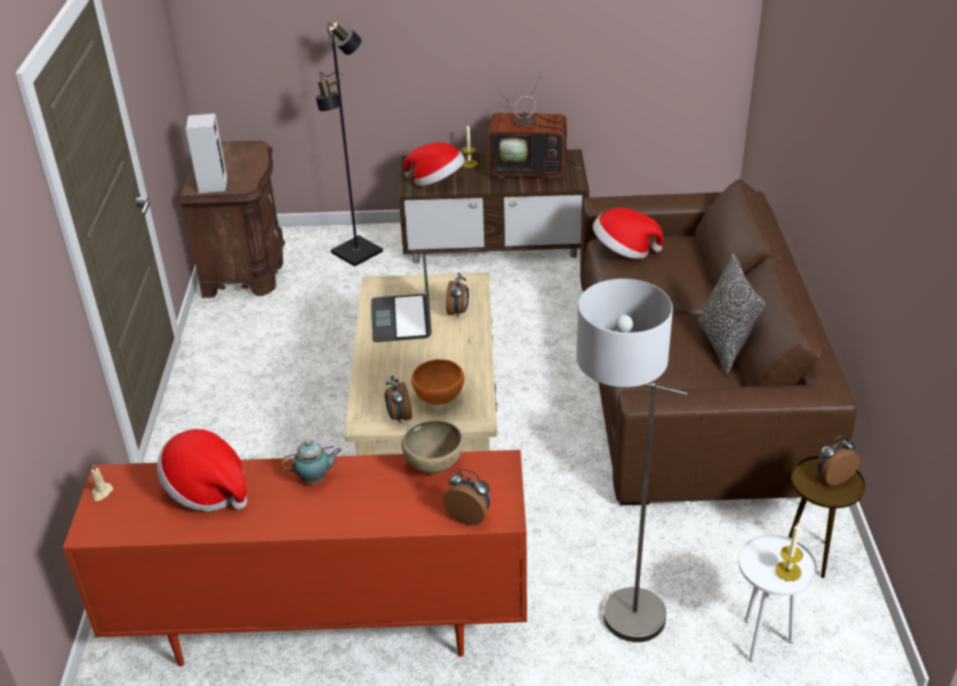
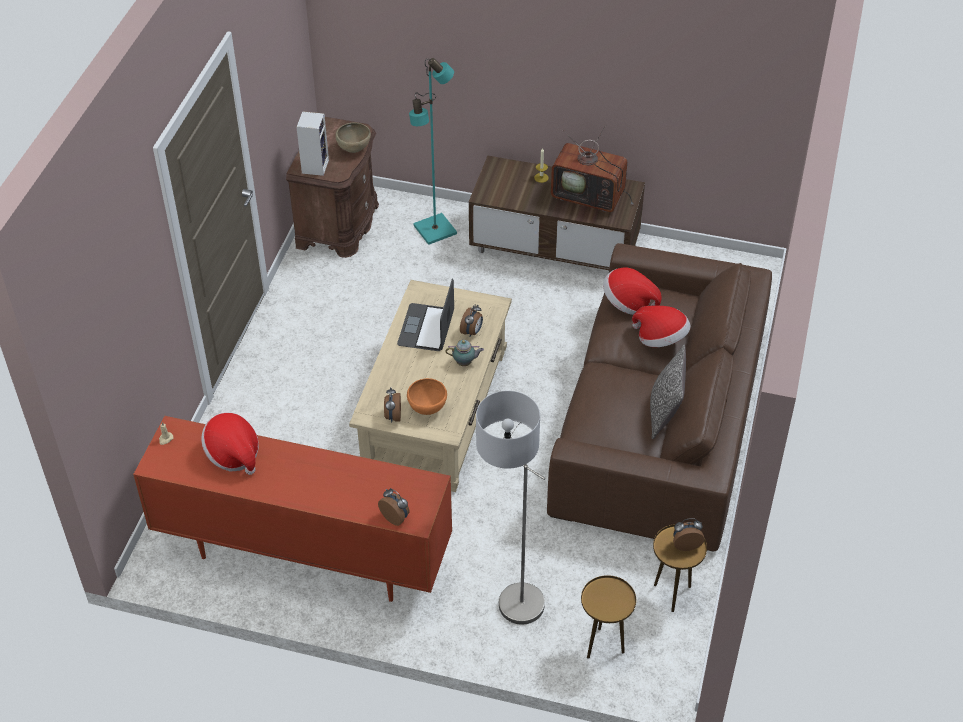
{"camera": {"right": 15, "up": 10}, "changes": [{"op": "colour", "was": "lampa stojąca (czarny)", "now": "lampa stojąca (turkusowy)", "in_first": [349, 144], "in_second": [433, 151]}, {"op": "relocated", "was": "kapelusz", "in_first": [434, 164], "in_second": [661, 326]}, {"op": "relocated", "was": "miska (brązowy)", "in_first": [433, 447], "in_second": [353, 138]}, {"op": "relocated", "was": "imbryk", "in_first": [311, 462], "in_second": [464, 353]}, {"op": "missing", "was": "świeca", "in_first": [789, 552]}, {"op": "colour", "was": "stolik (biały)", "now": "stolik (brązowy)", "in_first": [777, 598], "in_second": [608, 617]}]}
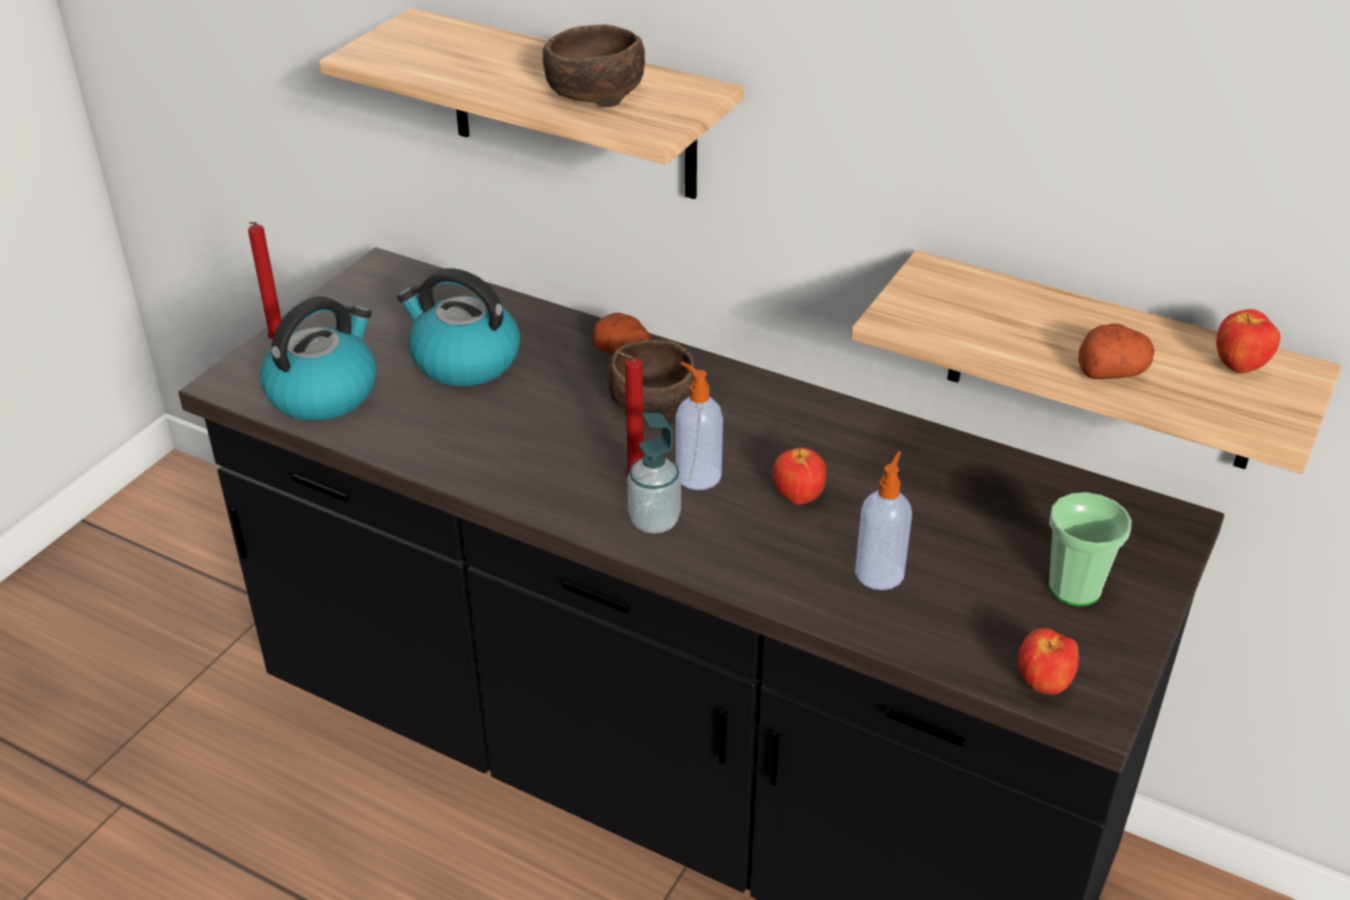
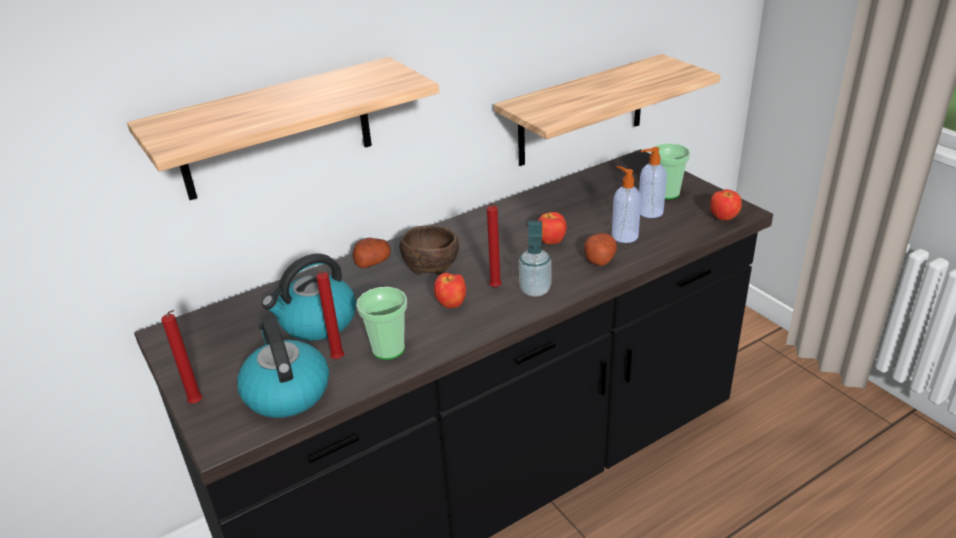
{"camera": {"right": -60, "up": -5}, "changes": [{"op": "missing", "was": "miska (brązowy)", "in_first": [594, 65]}, {"op": "relocated", "was": "jabłko", "in_first": [1248, 341], "in_second": [450, 290]}, {"op": "relocated", "was": "ziemniak", "in_first": [1116, 351], "in_second": [600, 249]}, {"op": "relocated", "was": "dozownik mydła", "in_first": [699, 426], "in_second": [653, 182]}, {"op": "appeared", "now": "świeca (czerwony)", "in_second": [330, 315]}, {"op": "appeared", "now": "filiżanka", "in_second": [381, 323]}]}
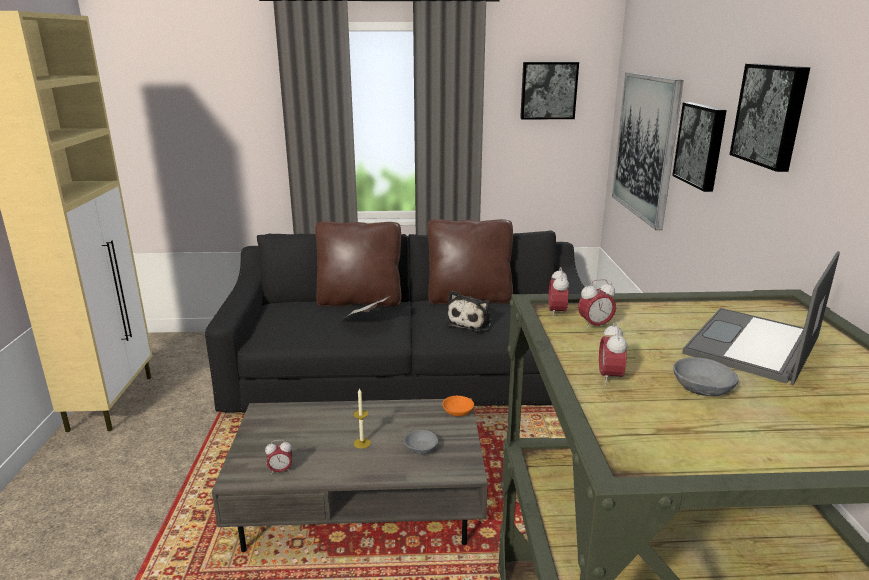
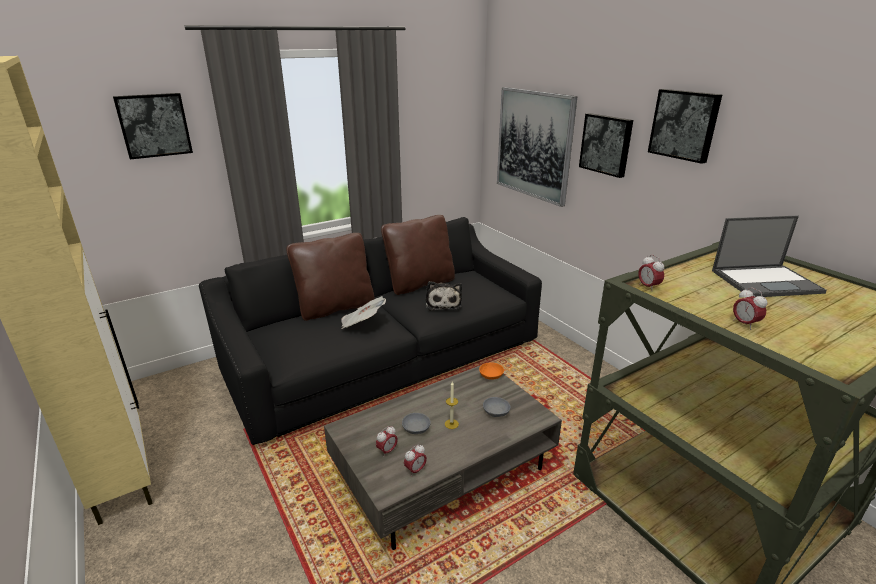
{"camera": {"right": -30, "up": 5}, "changes": [{"op": "relocated", "was": "obraz", "in_first": [549, 91], "in_second": [153, 126]}, {"op": "spun", "was": "laptop", "in_first": [761, 318], "in_second": [769, 256], "clockwise": -105}, {"op": "relocated", "was": "budzik", "in_first": [597, 304], "in_second": [387, 441]}, {"op": "relocated", "was": "miska (szary)", "in_first": [706, 376], "in_second": [416, 423]}]}
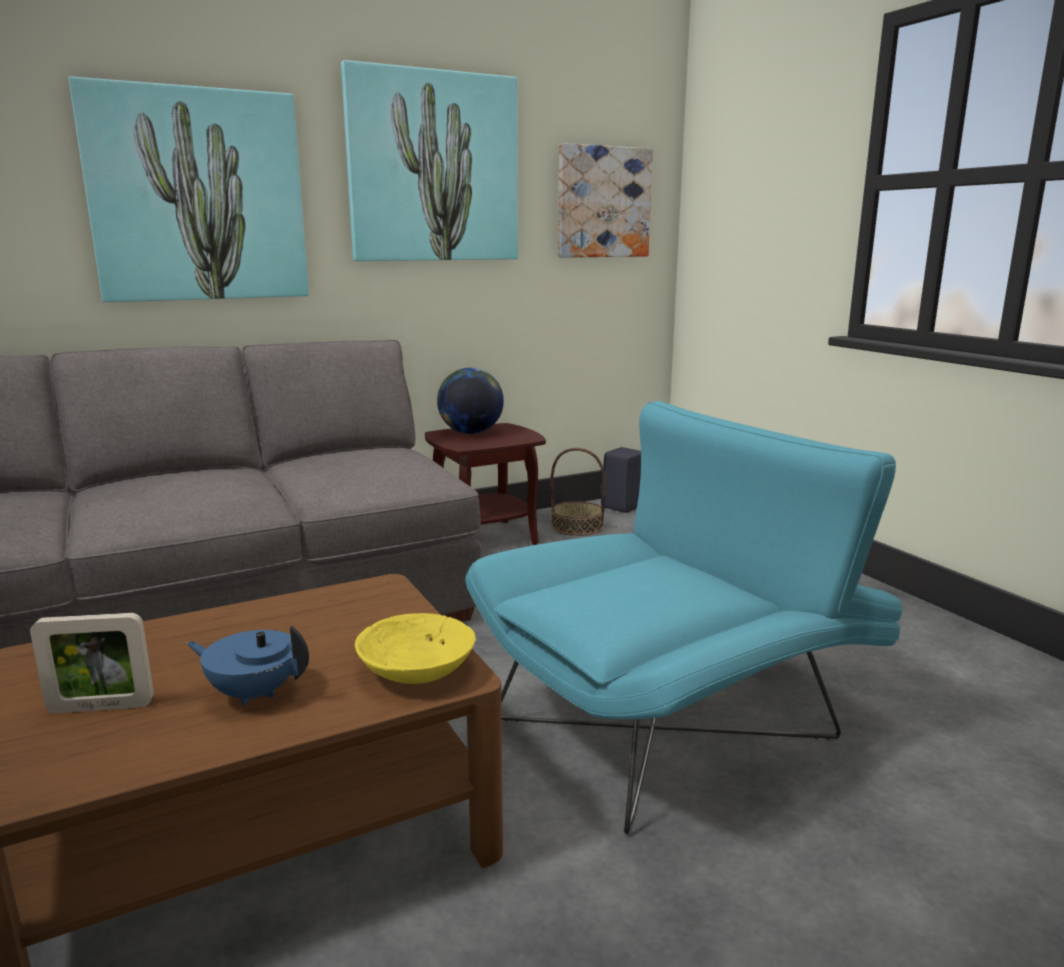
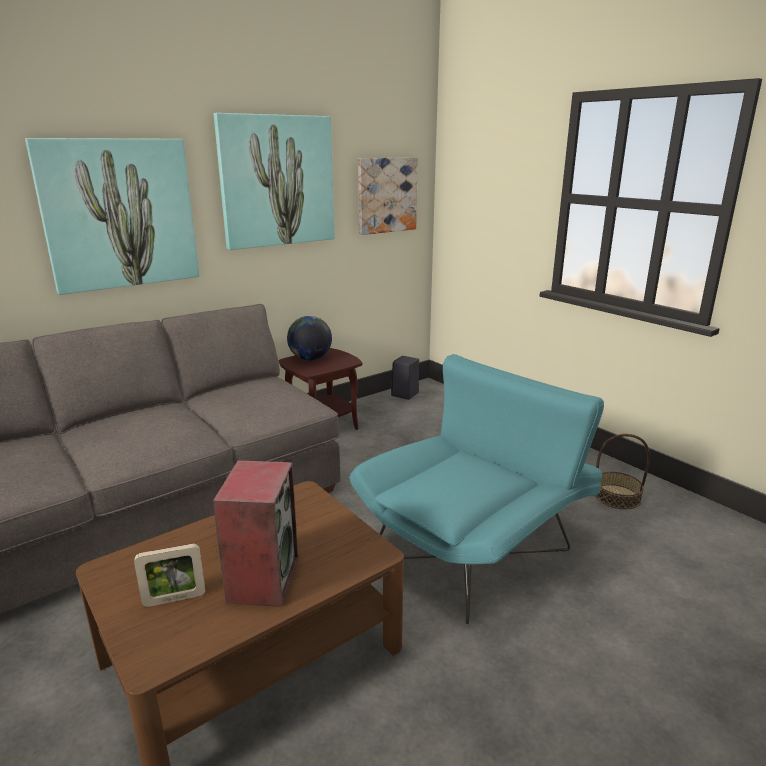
{"camera": {"right": -10, "up": 5}, "changes": [{"op": "relocated", "was": "koszyk", "in_first": [578, 492], "in_second": [622, 471]}, {"op": "missing", "was": "miska (żółty)", "in_first": [415, 648]}, {"op": "exchanged", "was": "imbryk (niebieski)", "now": "głośnik", "in_first": [248, 665], "in_second": [255, 533]}]}
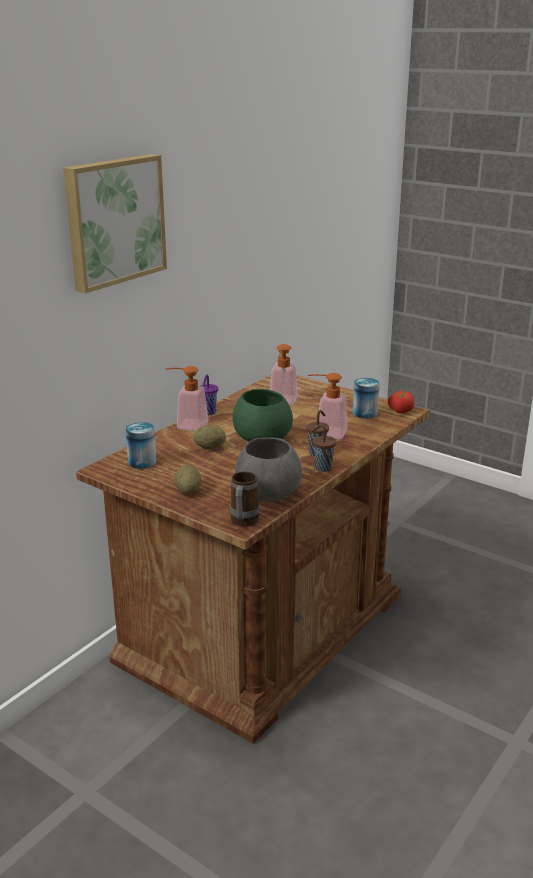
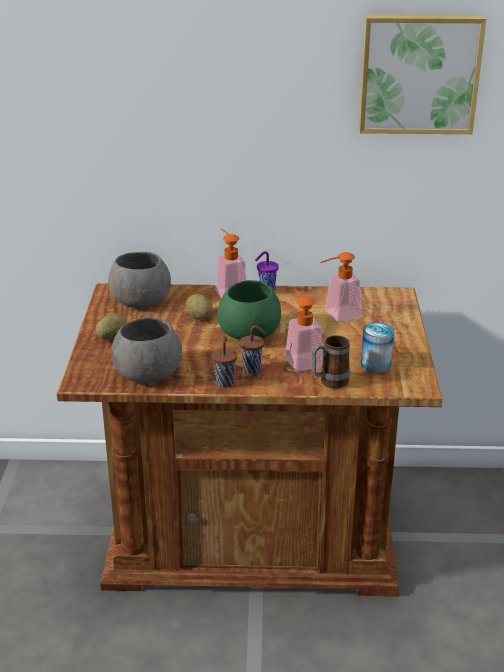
{"camera": {"right": 55, "up": 5}, "changes": [{"op": "relocated", "was": "obraz", "in_first": [115, 223], "in_second": [422, 74]}, {"op": "missing", "was": "pomidor", "in_first": [401, 402]}, {"op": "exchanged", "was": "puszka", "now": "miska (szary)", "in_first": [140, 445], "in_second": [139, 280]}, {"op": "relocated", "was": "kubek", "in_first": [244, 498], "in_second": [331, 362]}]}
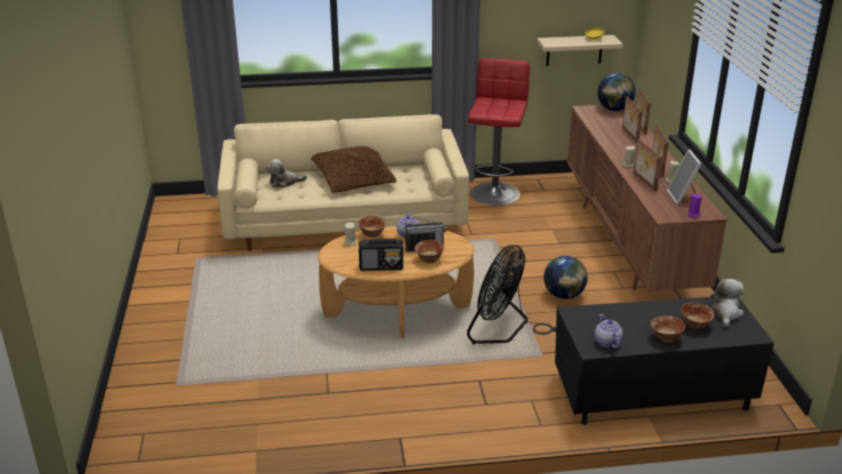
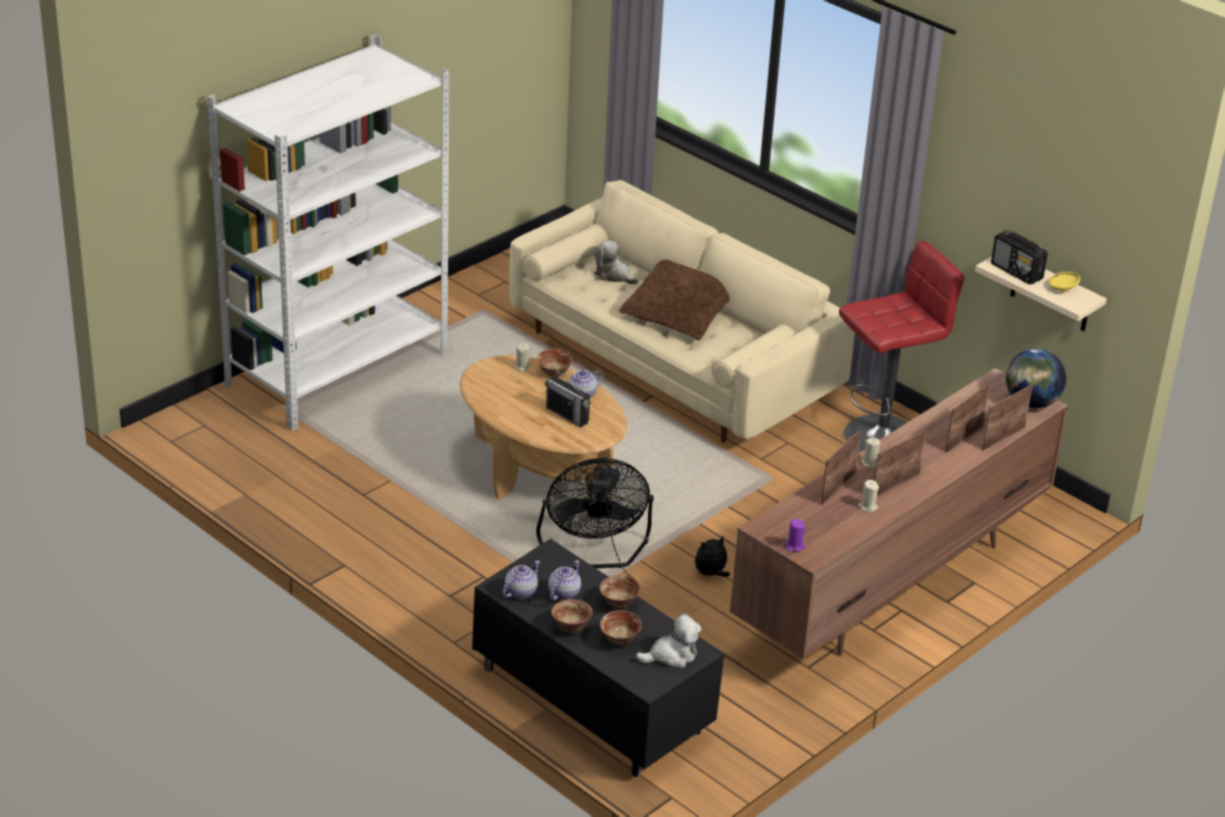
{"camera": {"right": 50, "up": 5}, "changes": [{"op": "missing", "was": "ramka na zdjęcie", "in_first": [684, 177]}, {"op": "relocated", "was": "radio", "in_first": [381, 254], "in_second": [1019, 257]}, {"op": "relocated", "was": "miska", "in_first": [429, 251], "in_second": [619, 592]}, {"op": "exchanged", "was": "globus", "now": "pluszak", "in_first": [566, 277], "in_second": [712, 556]}, {"op": "appeared", "now": "regał (biały)", "in_second": [328, 232]}, {"op": "appeared", "now": "imbryk", "in_second": [564, 580]}]}
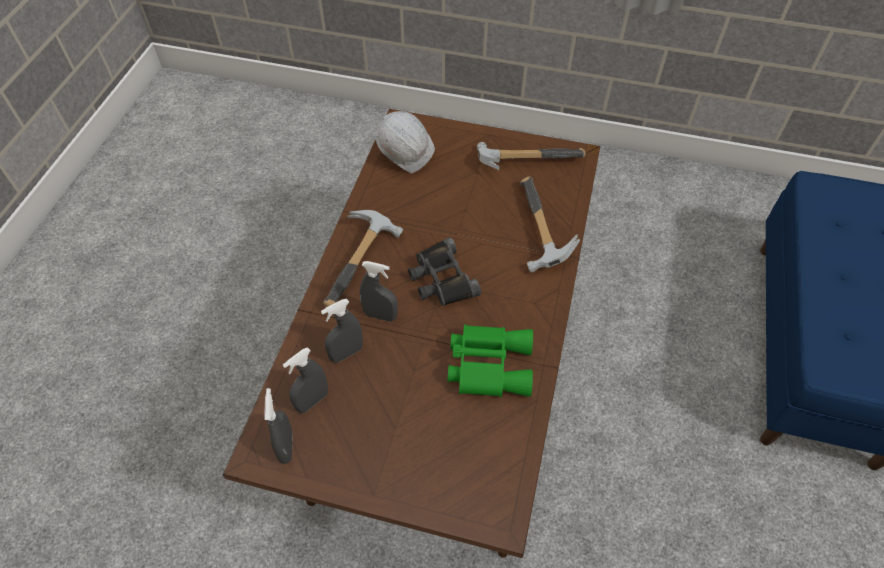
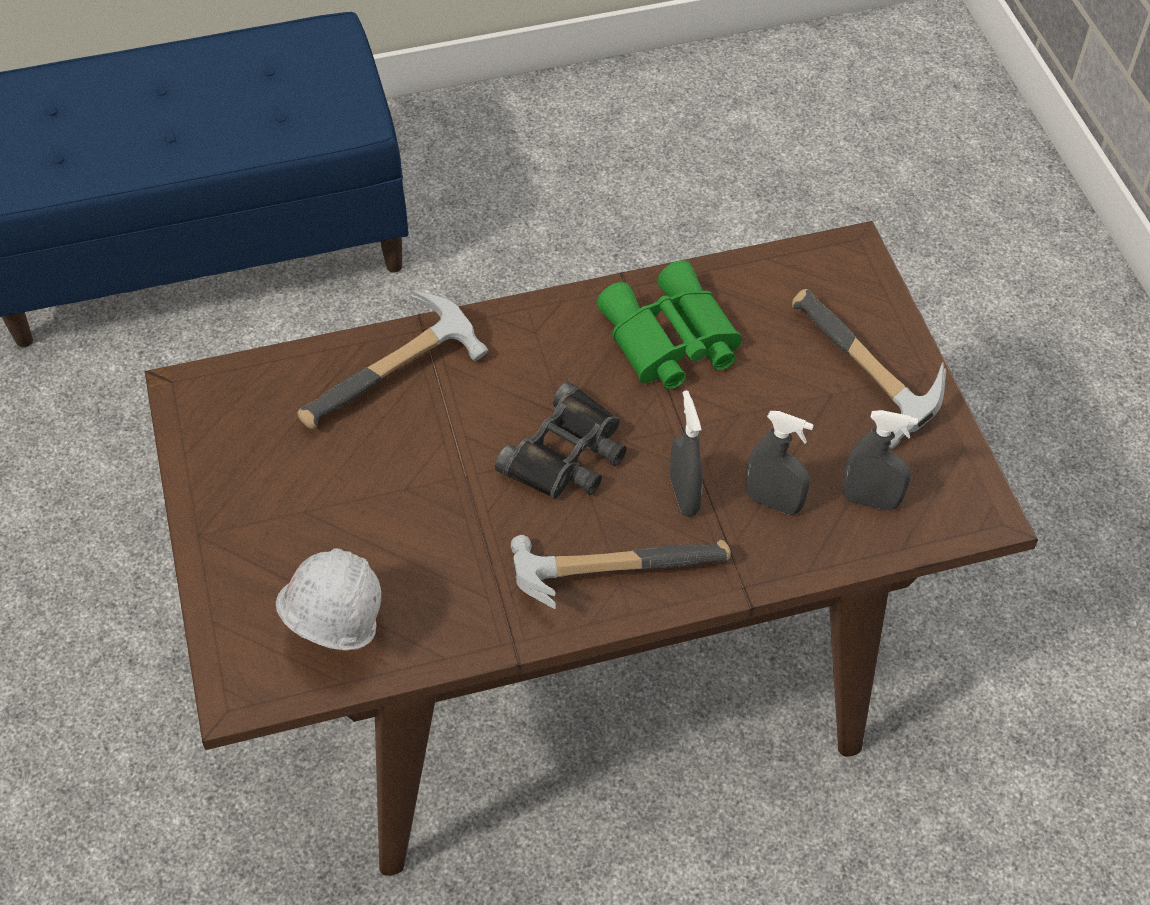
{"camera": {"right": -120, "up": 0}, "changes": [{"op": "relocated", "was": "młotek", "in_first": [531, 156], "in_second": [869, 369]}, {"op": "missing", "was": "spryskiwacz (szary)", "in_first": [278, 426]}]}
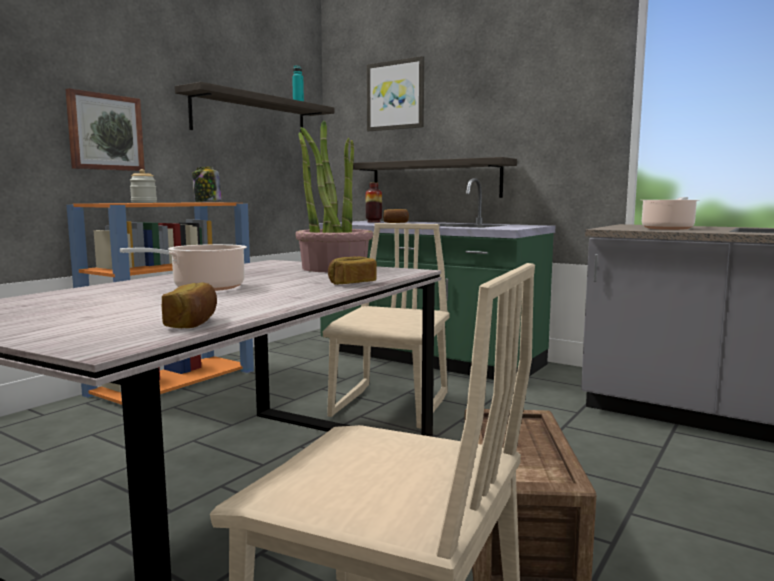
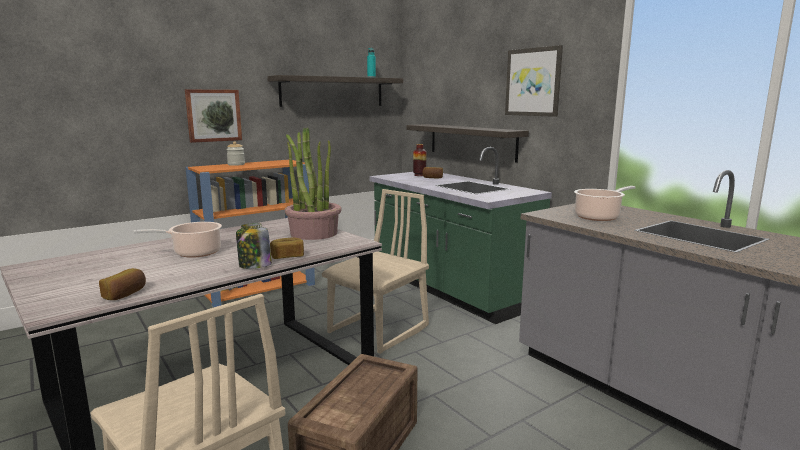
{"camera": {"right": 20, "up": 5}, "changes": [{"op": "relocated", "was": "obraz", "in_first": [395, 93], "in_second": [534, 81]}, {"op": "relocated", "was": "słoik", "in_first": [207, 184], "in_second": [254, 246]}]}
